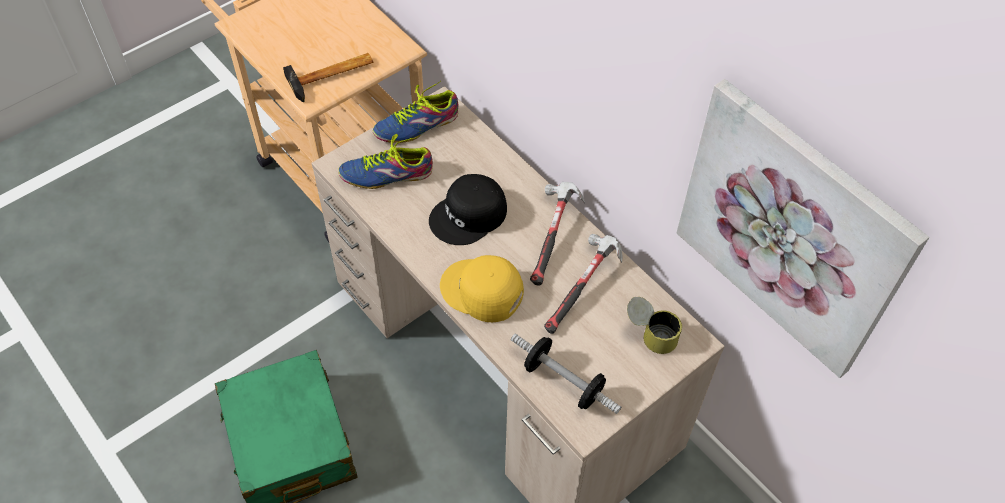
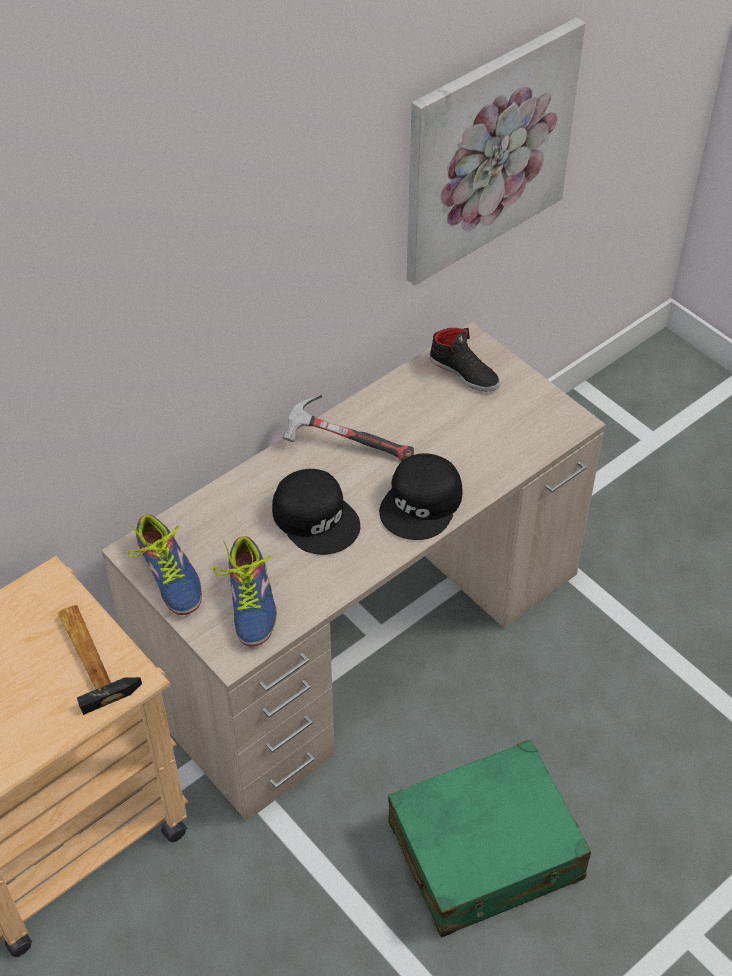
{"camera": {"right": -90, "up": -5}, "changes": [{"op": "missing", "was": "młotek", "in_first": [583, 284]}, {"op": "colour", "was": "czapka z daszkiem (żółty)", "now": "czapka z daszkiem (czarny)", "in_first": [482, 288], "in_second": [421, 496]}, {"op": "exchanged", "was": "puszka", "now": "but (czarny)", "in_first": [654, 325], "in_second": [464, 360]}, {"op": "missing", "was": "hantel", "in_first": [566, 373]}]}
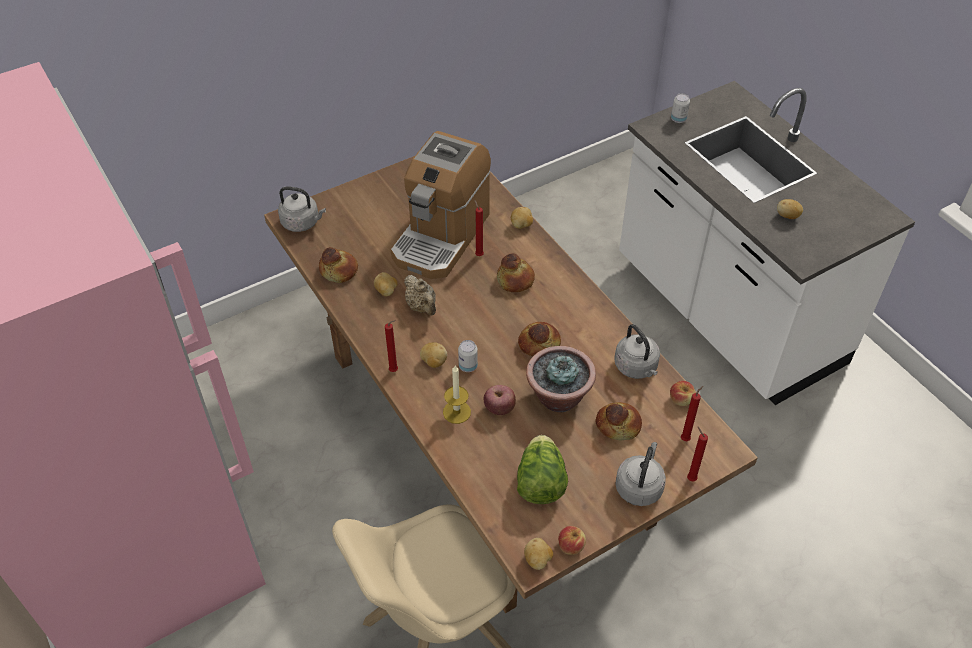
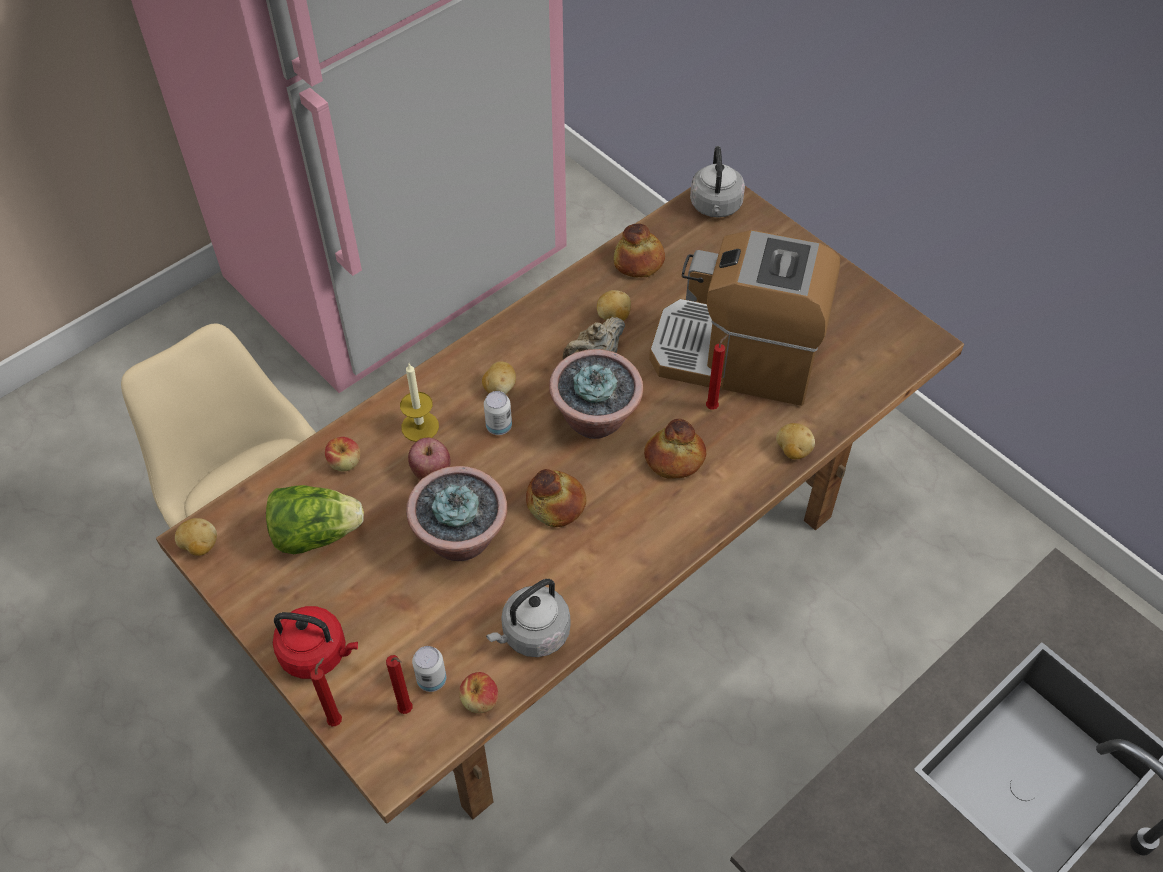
{"camera": {"right": 80, "up": 5}, "changes": [{"op": "relocated", "was": "puszka", "in_first": [680, 108], "in_second": [429, 669]}, {"op": "missing", "was": "ziemniak", "in_first": [790, 209]}, {"op": "missing", "was": "świeca (czerwony)", "in_first": [391, 346]}, {"op": "missing", "was": "chleb", "in_first": [619, 421]}, {"op": "colour", "was": "czajnik (szary)", "now": "czajnik (czerwony)", "in_first": [640, 474], "in_second": [315, 642]}, {"op": "relocated", "was": "jabłko", "in_first": [572, 540], "in_second": [342, 454]}, {"op": "appeared", "now": "roślina doniczkowa", "in_second": [596, 394]}]}
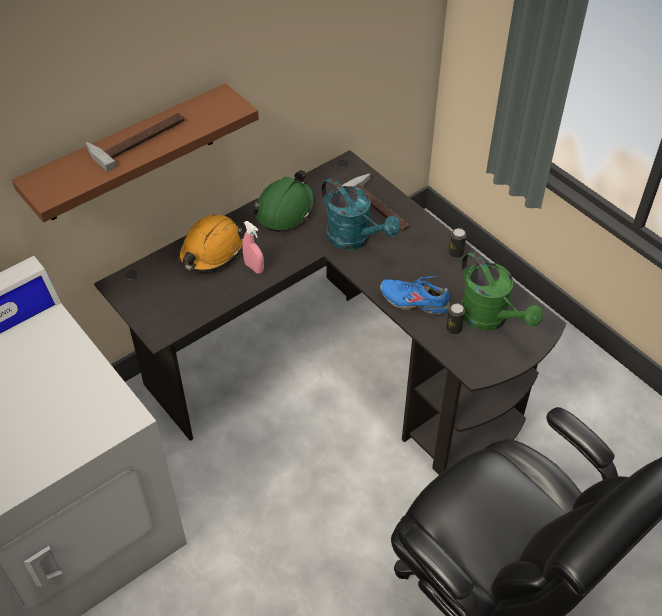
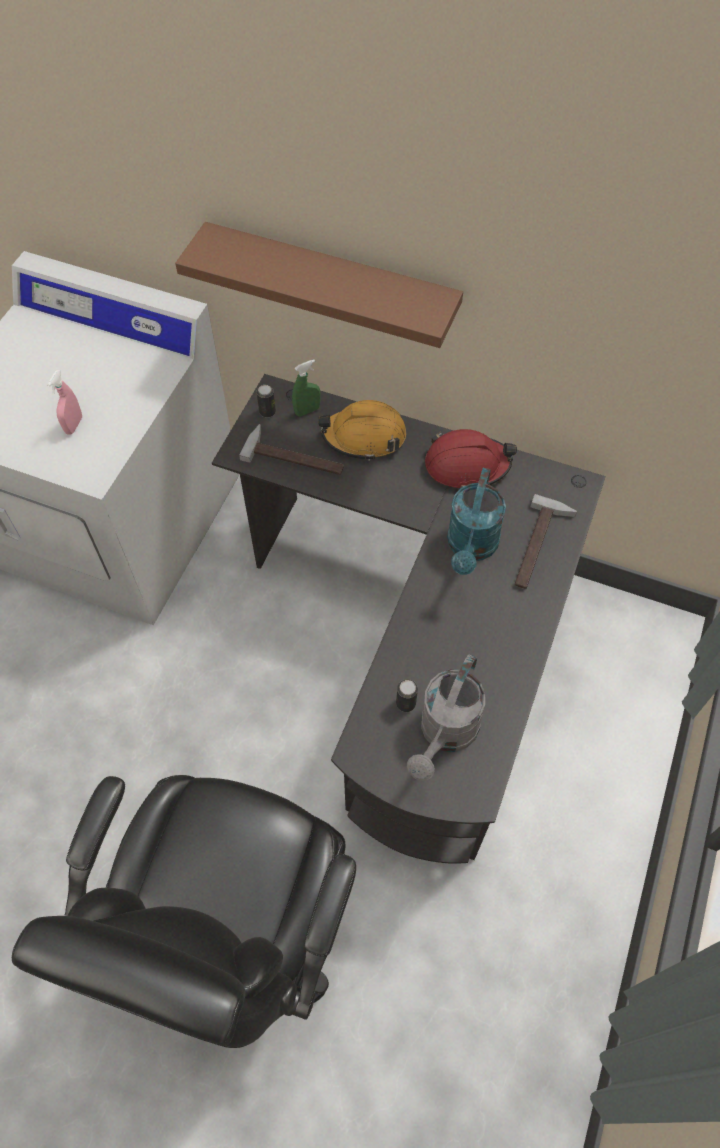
{"camera": {"right": 60, "up": 10}, "changes": [{"op": "relocated", "was": "młotek", "in_first": [135, 142], "in_second": [291, 449]}, {"op": "colour", "was": "kask (zielony)", "now": "kask (czerwony)", "in_first": [284, 201], "in_second": [471, 458]}, {"op": "relocated", "was": "spryskiwacz (różowy)", "in_first": [253, 247], "in_second": [64, 402]}, {"op": "relocated", "was": "puszka", "in_first": [458, 243], "in_second": [266, 401]}, {"op": "colour", "was": "konewka (zielony)", "now": "konewka (szary)", "in_first": [502, 291], "in_second": [446, 717]}, {"op": "missing", "was": "but (niebieski)", "in_first": [415, 295]}, {"op": "appeared", "now": "spryskiwacz (zielony)", "in_second": [306, 388]}]}
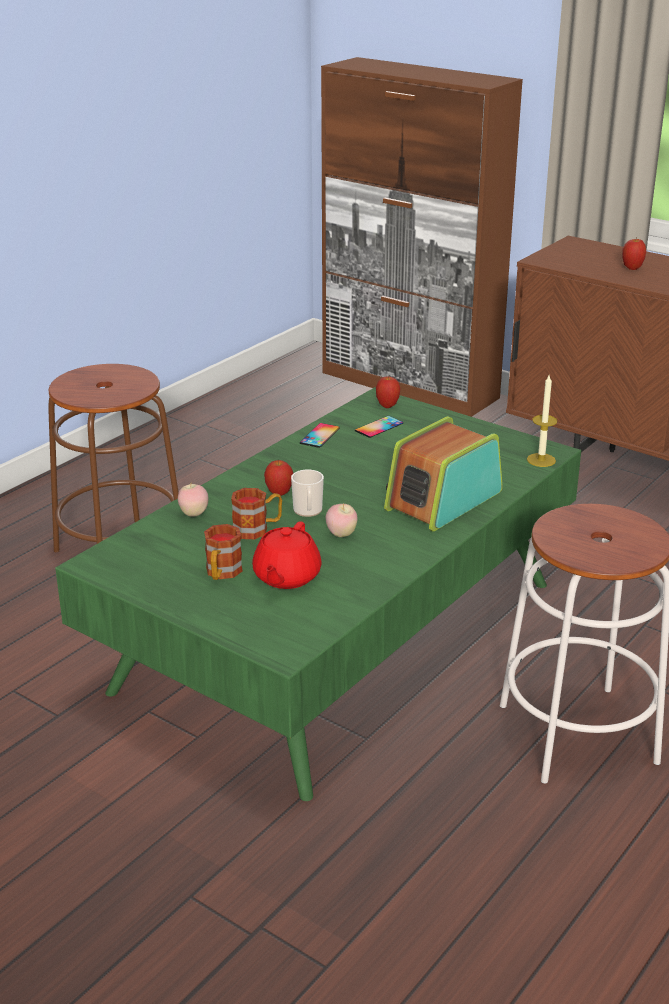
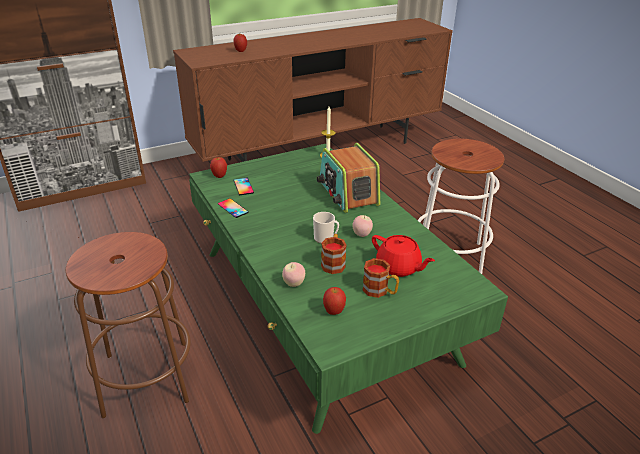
{"camera": {"right": -65, "up": 5}, "changes": [{"op": "relocated", "was": "jabłko", "in_first": [278, 477], "in_second": [334, 301]}]}
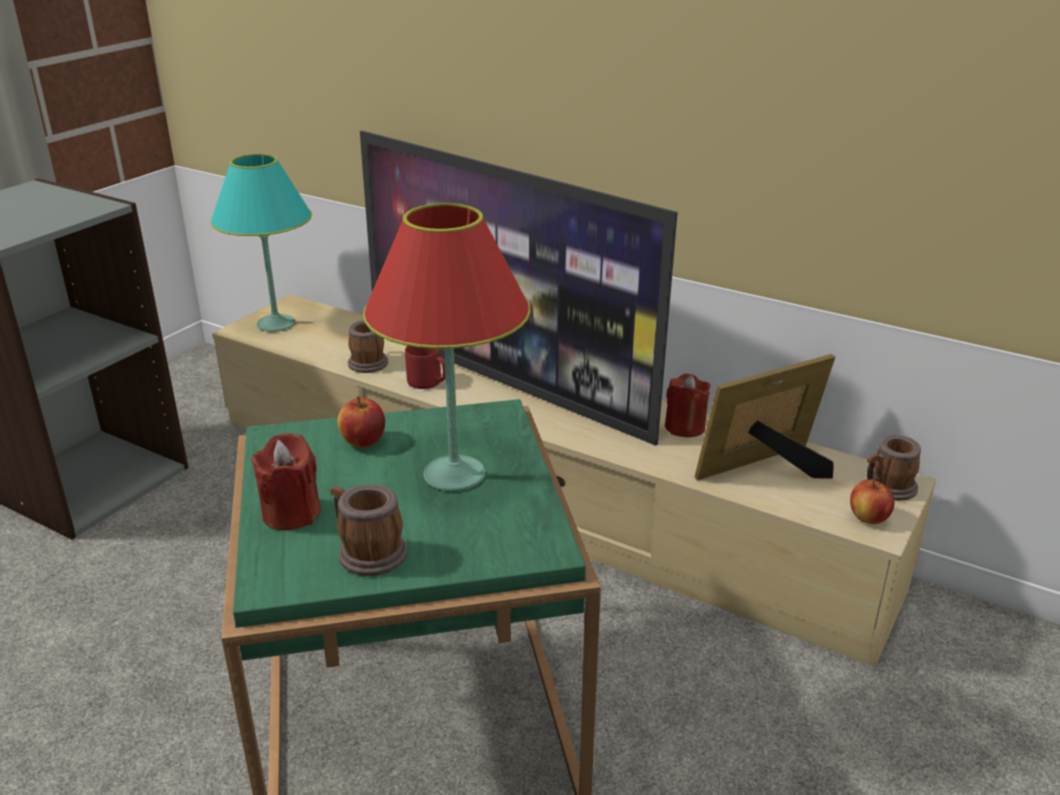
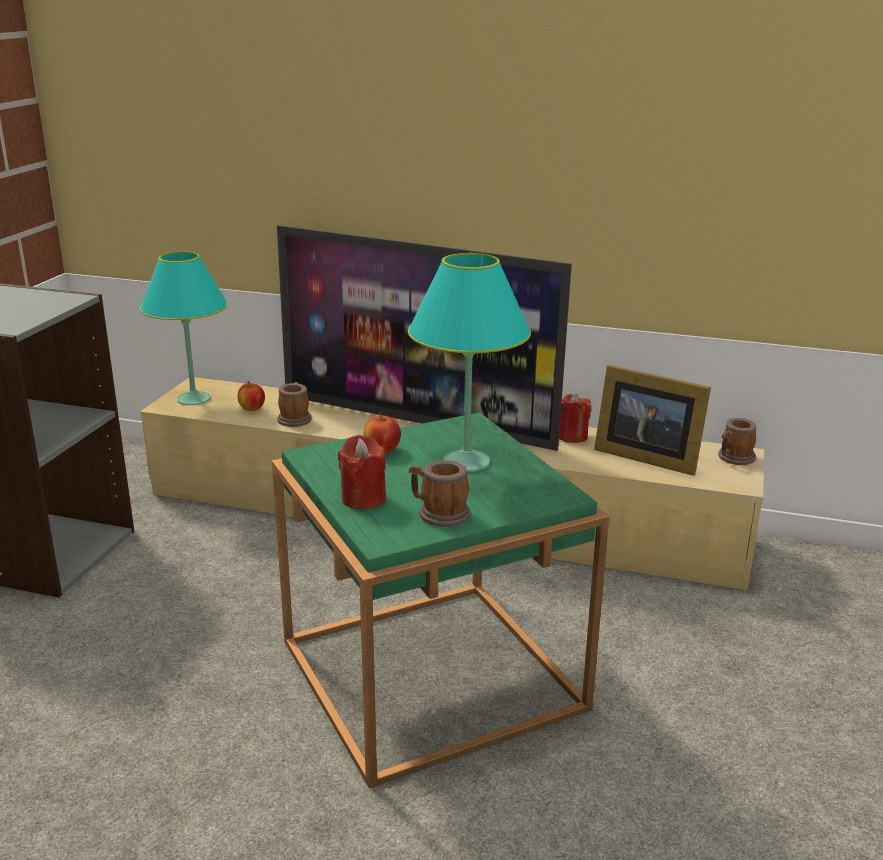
{"camera": {"right": -15, "up": -5}, "changes": [{"op": "colour", "was": "lampa stołowa (czerwony)", "now": "lampa stołowa (turkusowy)", "in_first": [447, 347], "in_second": [469, 362]}, {"op": "missing", "was": "kubek (czerwony)", "in_first": [425, 367]}, {"op": "spun", "was": "ramka na zdjęcie", "in_first": [765, 417], "in_second": [652, 420], "clockwise": -105}, {"op": "relocated", "was": "jabłko", "in_first": [872, 501], "in_second": [251, 396]}]}
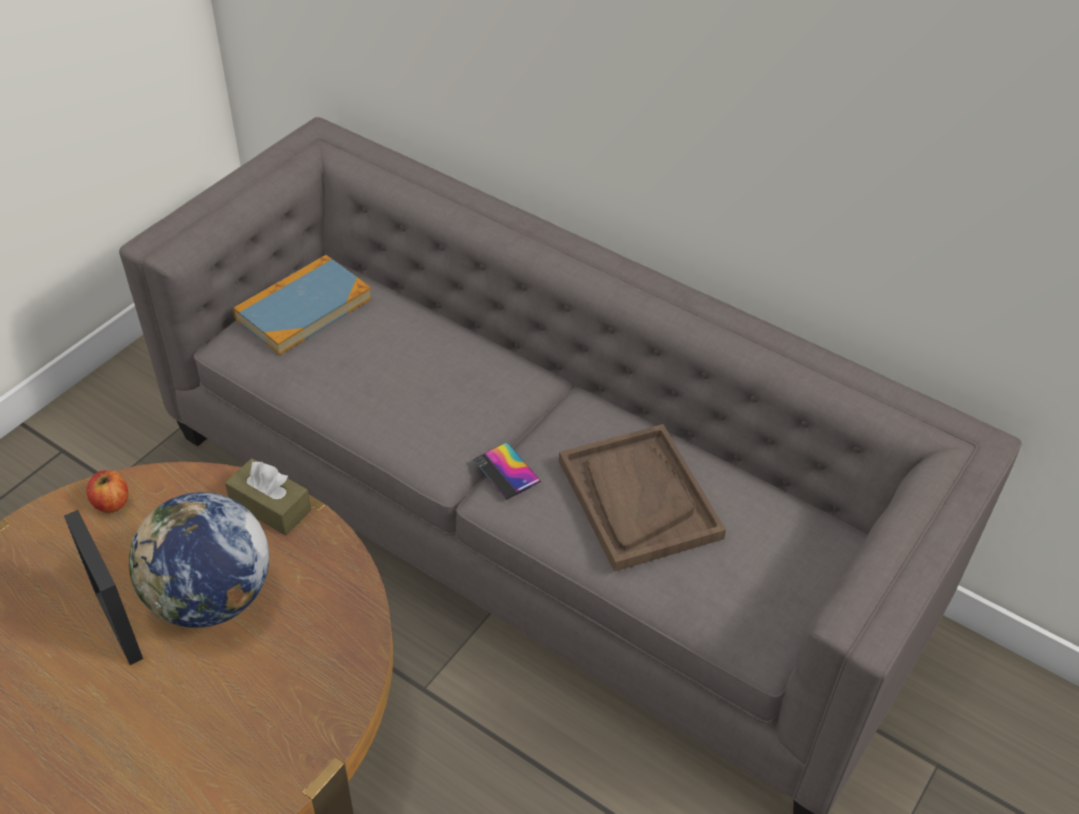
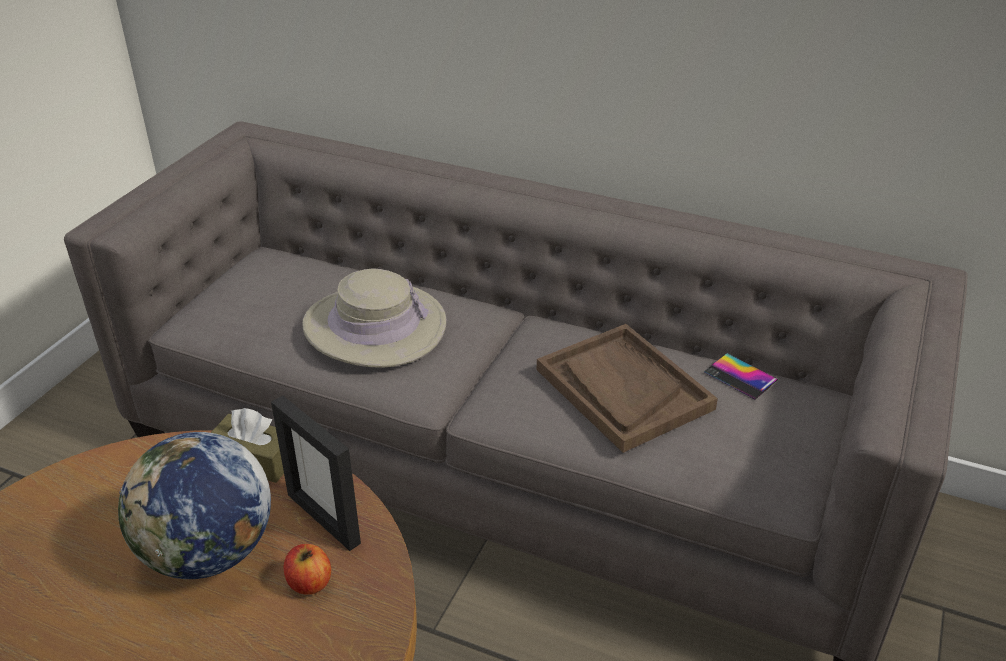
{"camera": {"right": -10, "up": -10}, "changes": [{"op": "missing", "was": "książka", "in_first": [302, 305]}, {"op": "relocated", "was": "telefon", "in_first": [507, 471], "in_second": [741, 376]}, {"op": "relocated", "was": "jabłko", "in_first": [107, 491], "in_second": [307, 569]}, {"op": "relocated", "was": "ramka na zdjęcie", "in_first": [103, 587], "in_second": [316, 473]}, {"op": "appeared", "now": "kapelusz (beżowy)", "in_second": [374, 318]}]}
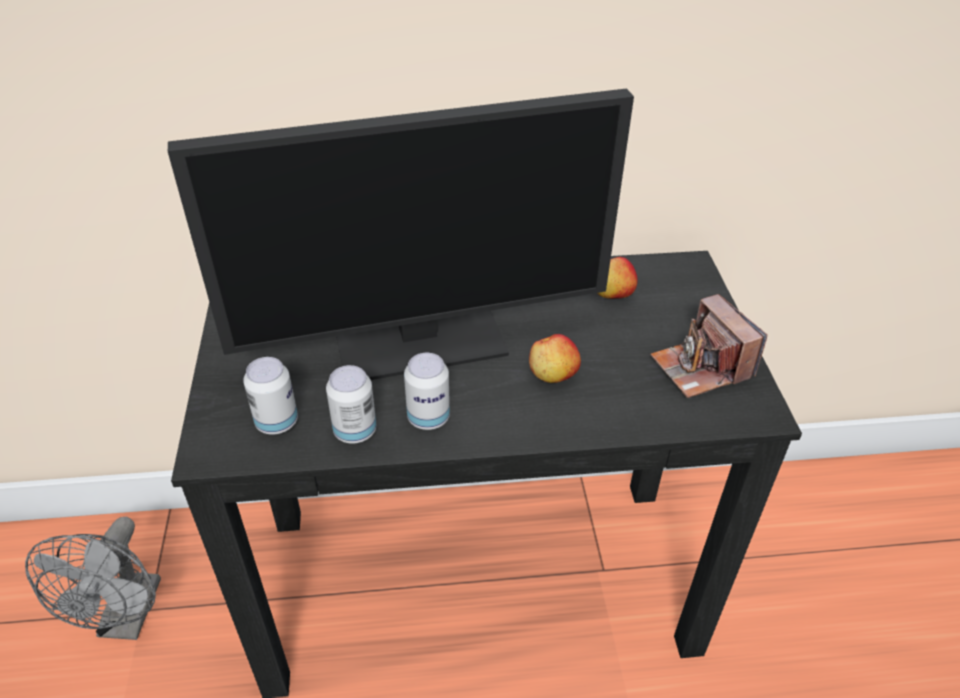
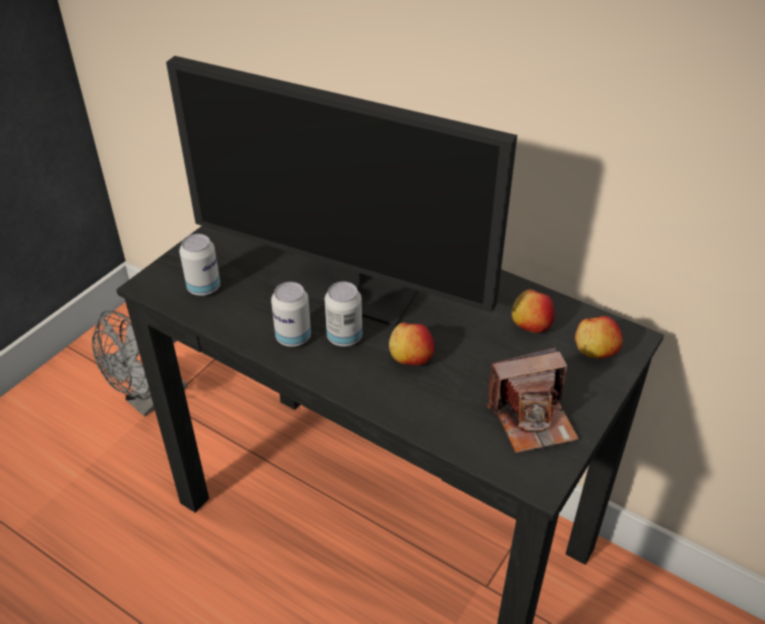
{"camera": {"right": 40, "up": 0}, "changes": [{"op": "spun", "was": "aparat fotograficzny", "in_first": [708, 346], "in_second": [533, 400], "clockwise": -120}, {"op": "relocated", "was": "puszka", "in_first": [351, 404], "in_second": [343, 314]}, {"op": "appeared", "now": "jabłko", "in_second": [599, 337]}]}
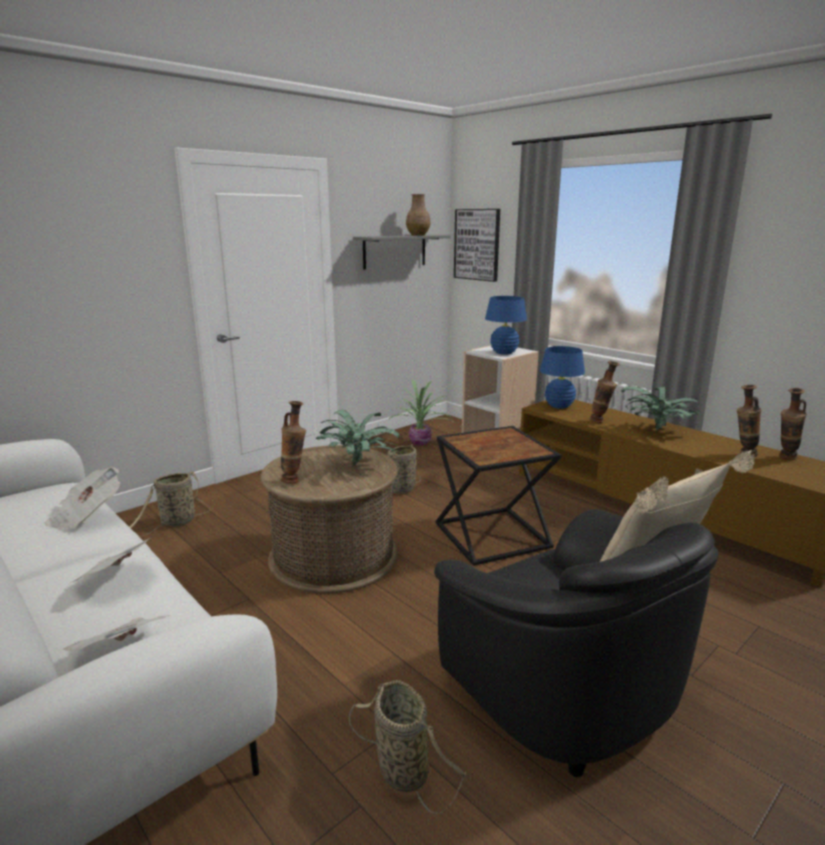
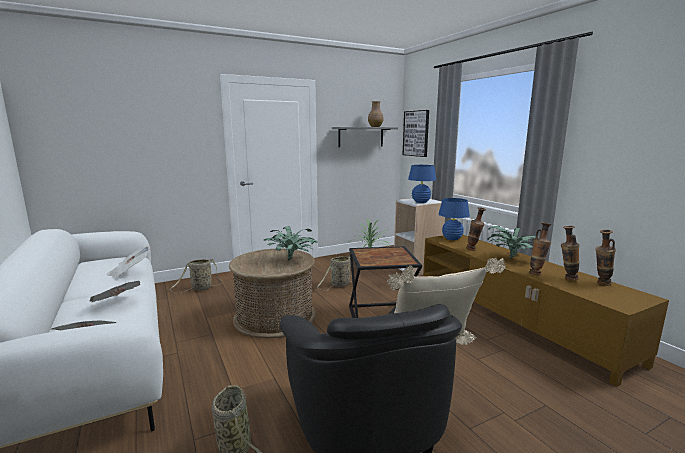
{"camera": {"right": 15, "up": -5}, "changes": [{"op": "relocated", "was": "wazon", "in_first": [293, 442], "in_second": [540, 249]}]}
